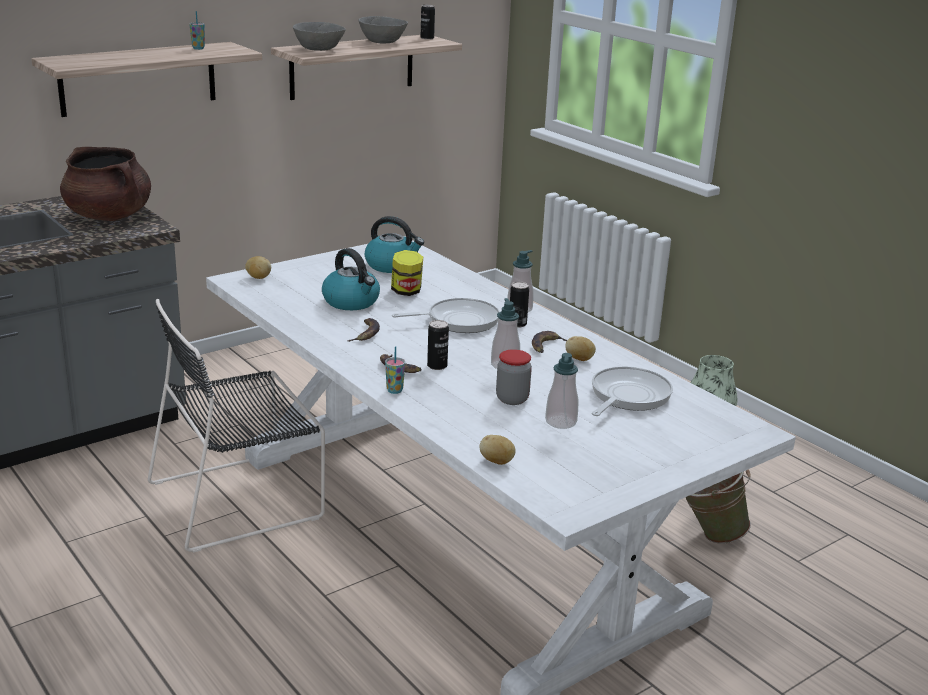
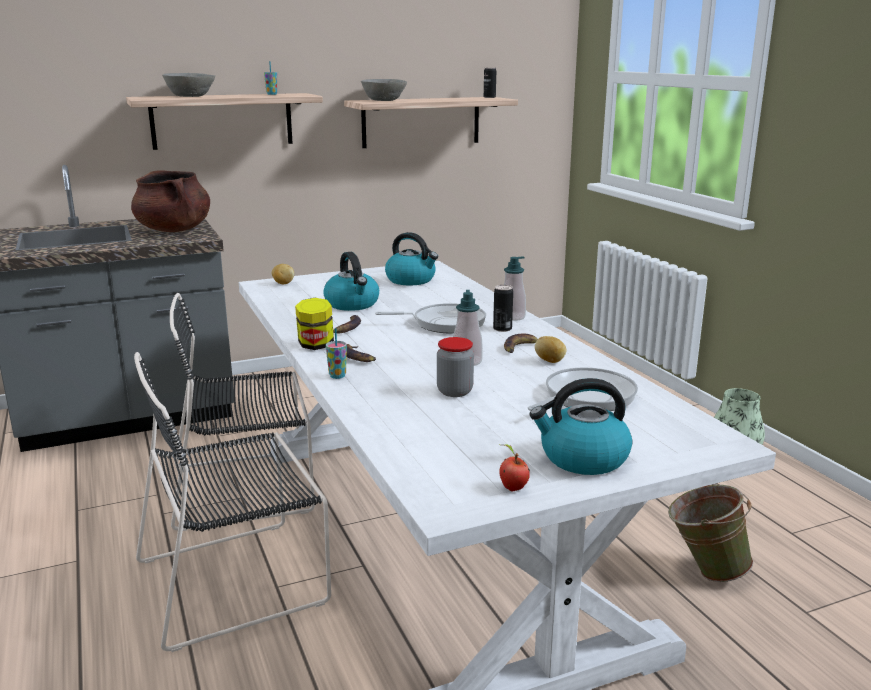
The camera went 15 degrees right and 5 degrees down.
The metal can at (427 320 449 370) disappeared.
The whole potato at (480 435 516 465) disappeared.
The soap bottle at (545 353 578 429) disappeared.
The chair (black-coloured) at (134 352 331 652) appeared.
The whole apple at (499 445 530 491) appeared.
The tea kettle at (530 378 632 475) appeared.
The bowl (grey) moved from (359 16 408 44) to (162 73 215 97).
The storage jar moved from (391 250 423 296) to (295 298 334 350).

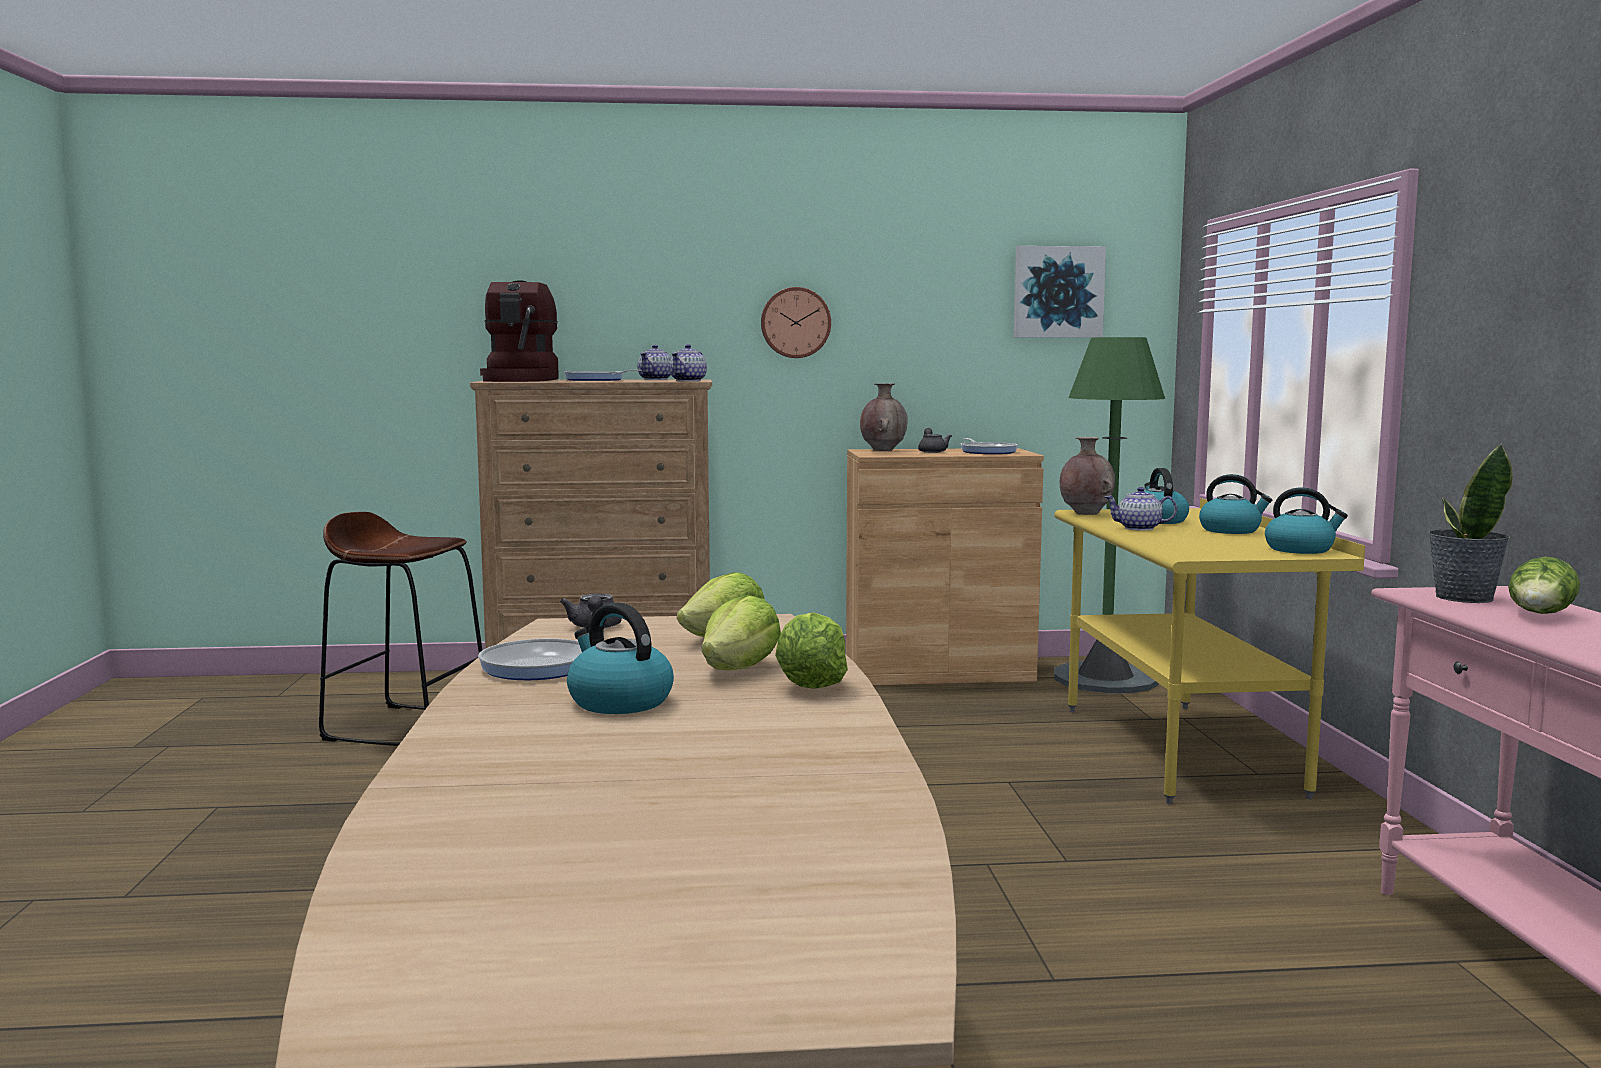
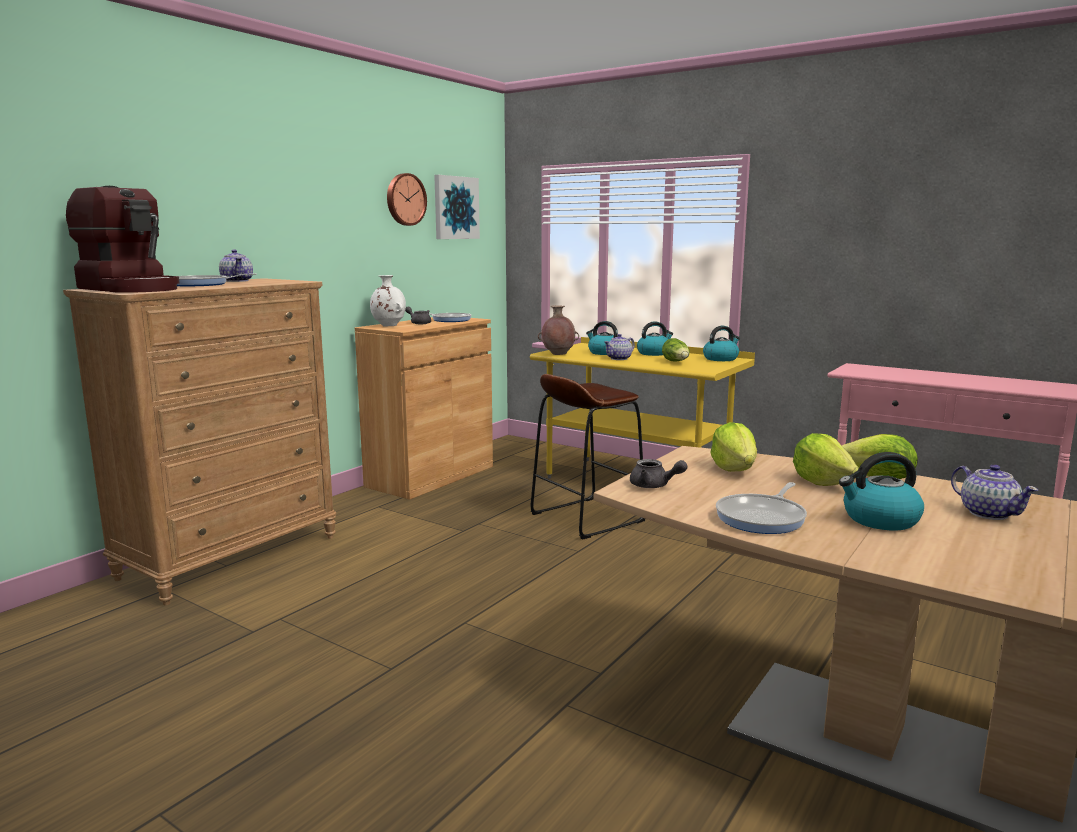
The camera went 50 degrees left and 5 degrees up.
The standard lamp (greenish) at (1054 337 1165 693) disappeared.
The potted plant at (1428 443 1513 603) disappeared.
The sitting stool (brown-coloured) moved from (319 512 482 746) to (531 374 645 539).
The tea pot moved from (670 344 707 381) to (951 464 1038 520).
The clock on the wall moved from (761 287 831 358) to (387 173 427 226).
The lettuce moved from (1508 557 1580 614) to (662 338 690 362).
The decorative vase (brown-coloured) at (860 383 908 451) became the decorative vase (white) at (370 275 406 326).

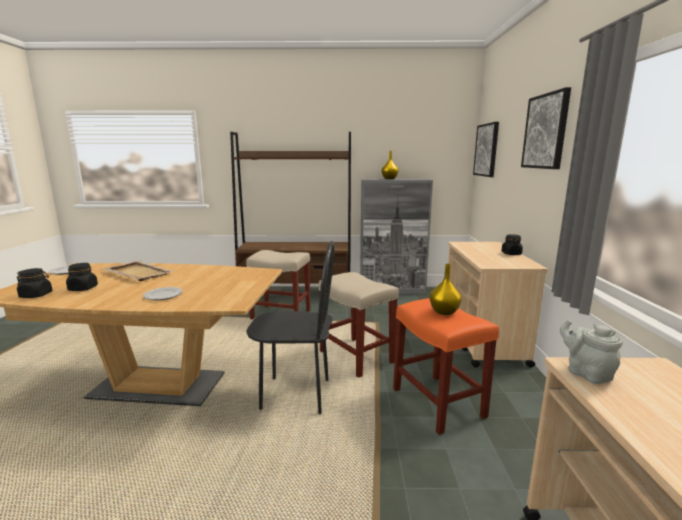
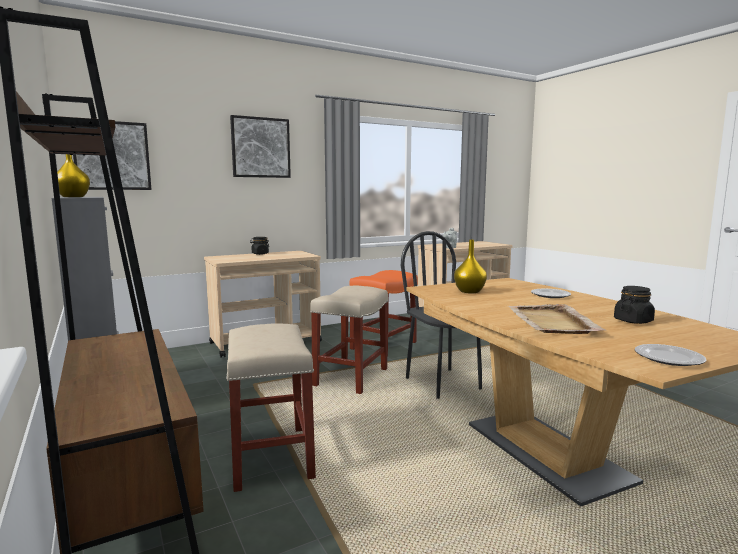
The camera went 120 degrees left and 5 degrees down.
The storage jar (black-coloured) at (17 268 53 298) disappeared.
The decorative vase (yellow-coloured) moved from (430 264 462 315) to (454 239 487 293).

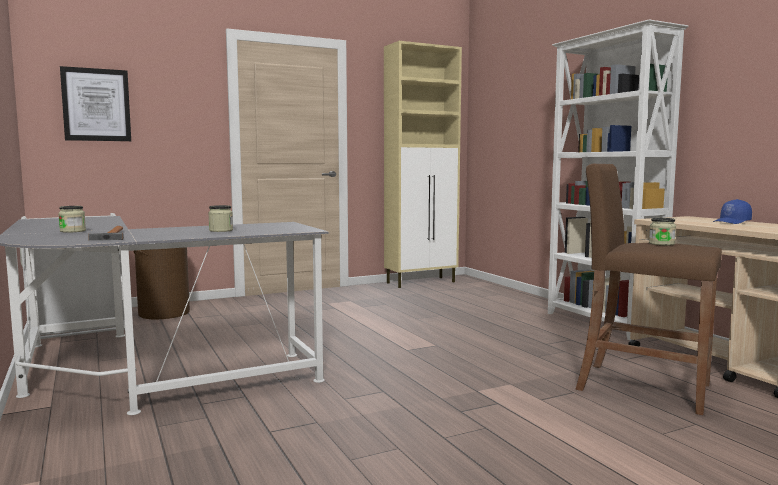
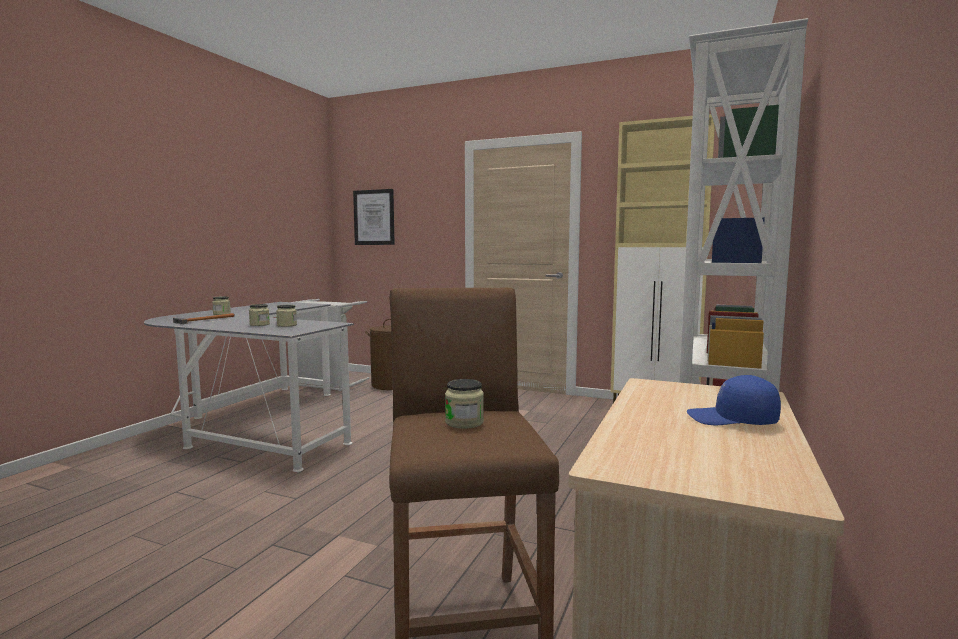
The camera went 50 degrees right and 0 degrees up.
The storage jar at (276 305 297 327) appeared.

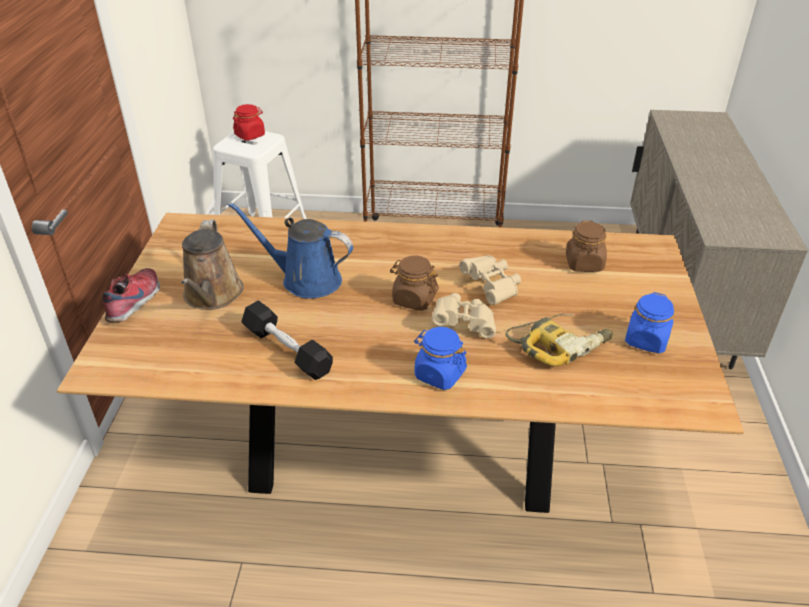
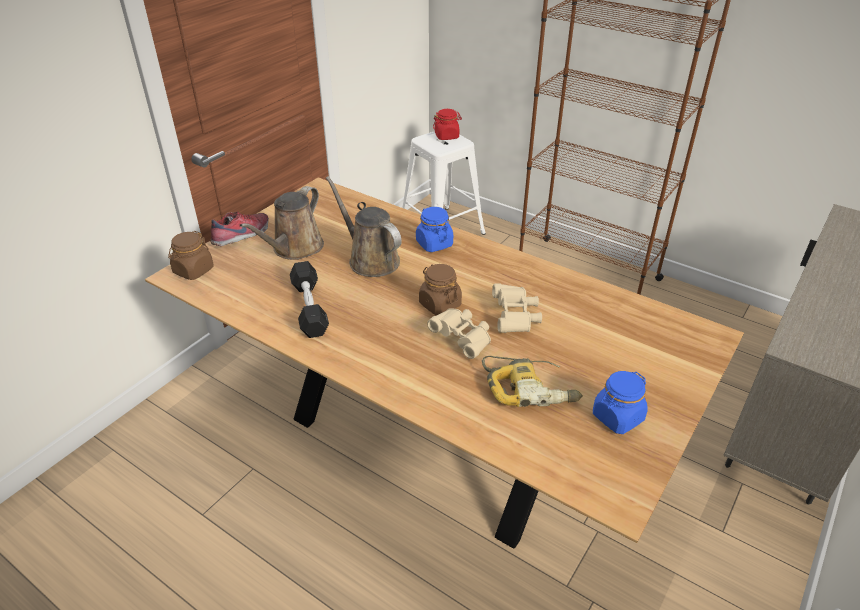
The camera went 30 degrees right and 0 degrees up.
The storage jar (blue) moved from (414 327 467 390) to (416 207 453 252).
The storage jar (brown-coloured) moved from (566 220 607 272) to (168 231 214 280).
The sprinkling can (blue) at (227 202 353 299) became the sprinkling can (brown-coloured) at (326 176 402 277).

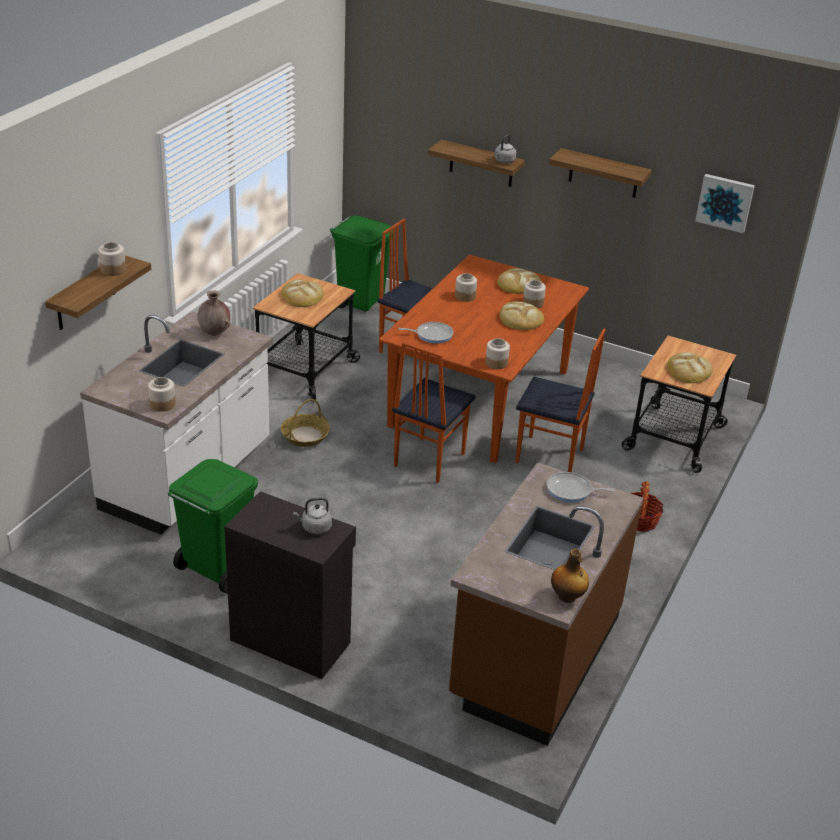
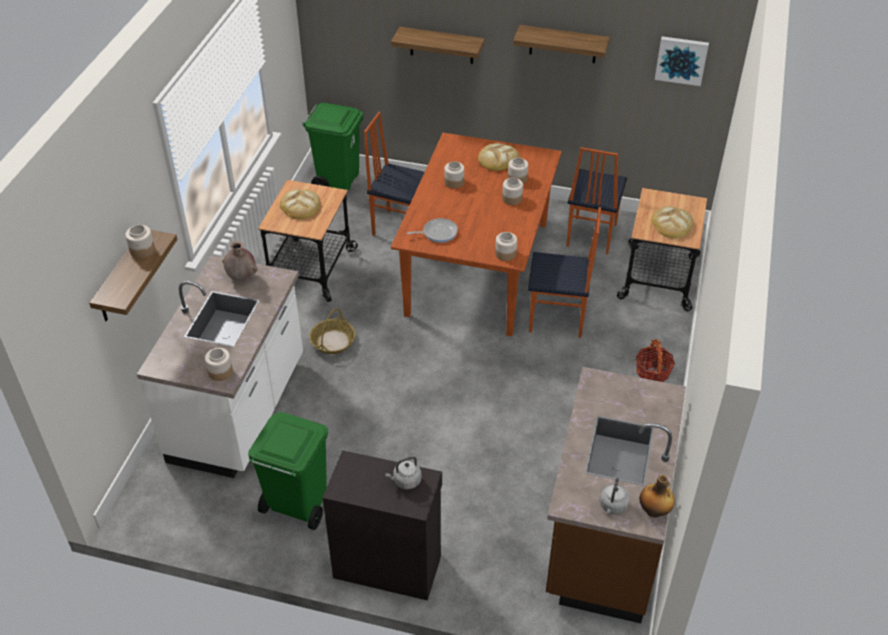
The camera went 10 degrees left and 10 degrees up.
The pan at (547 472 615 503) disappeared.
The chair moved from (392 342 475 483) to (567 147 627 255).
The tea kettle (grey) moved from (495 134 516 163) to (599 478 629 514).
The bakery bread at (500 301 544 330) was replaced by the storage jar at (502 178 523 205).

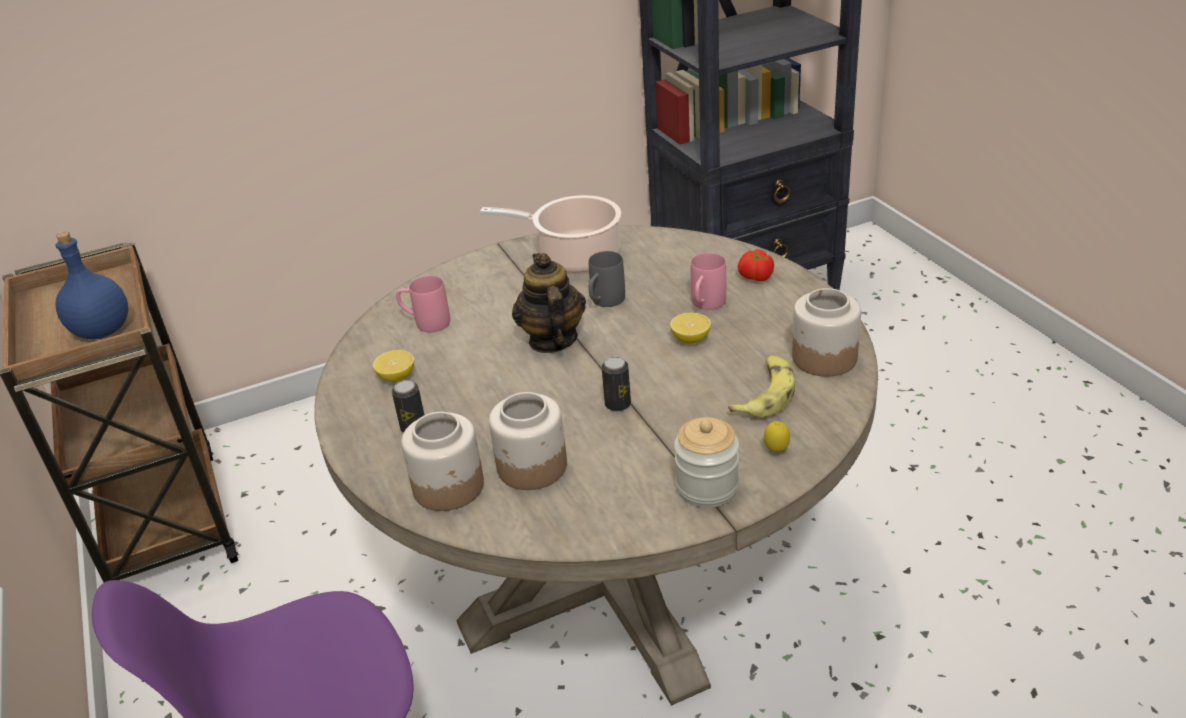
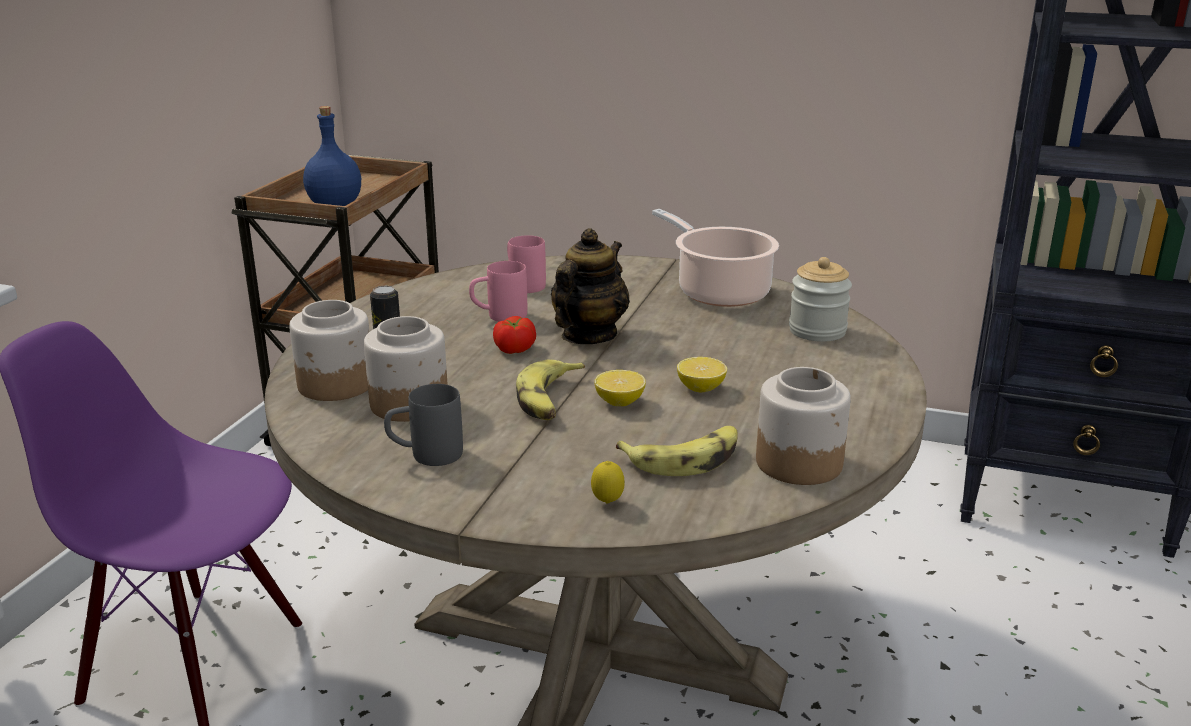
The camera went 40 degrees right and 10 degrees down.
The citrus fruit moved from (373 350 414 382) to (595 370 646 406).
The coffee mug (grey) moved from (588 251 625 307) to (384 384 463 466).
The storage jar moved from (674 417 739 508) to (789 257 852 342).
The coffee mug (pink) moved from (691 253 726 310) to (469 261 527 322).
The fresh tomato moved from (738 249 774 281) to (493 316 536 354).
The metal can at (602 357 631 411) was replaced by the banana fruit at (516 359 585 420).

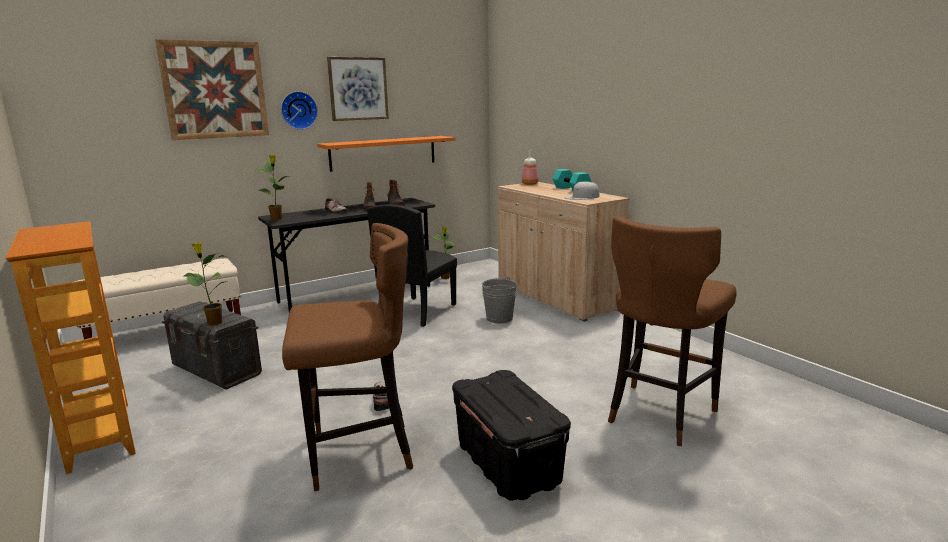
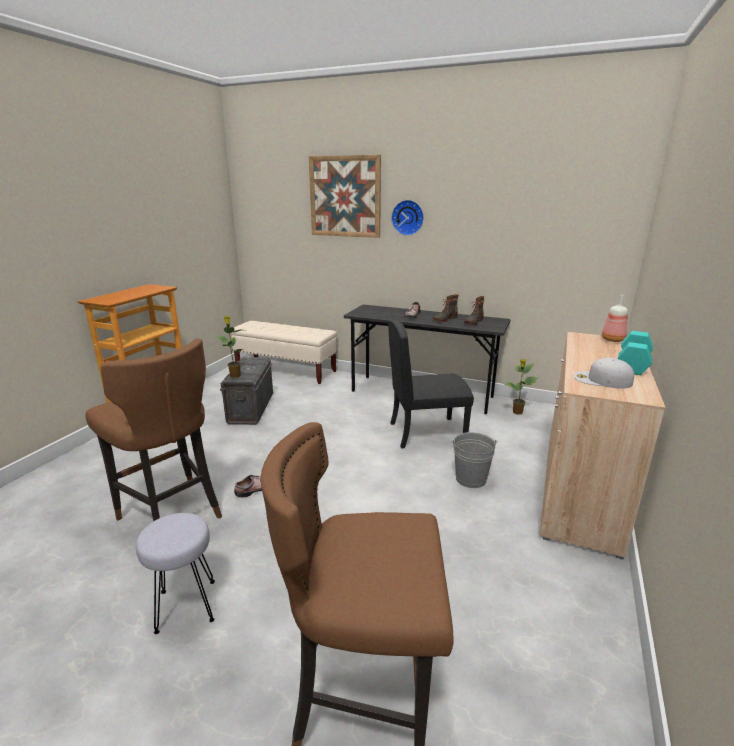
The camera went 55 degrees right and 5 degrees up.
The potted plant at (254 155 290 220) disappeared.
The bracket shelf (orange) at (317 136 455 172) disappeared.
The picture at (327 57 389 121) disappeared.
The storage box (black-coloured) at (452 370 571 501) was replaced by the sitting stool (grey) at (136 513 215 634).

